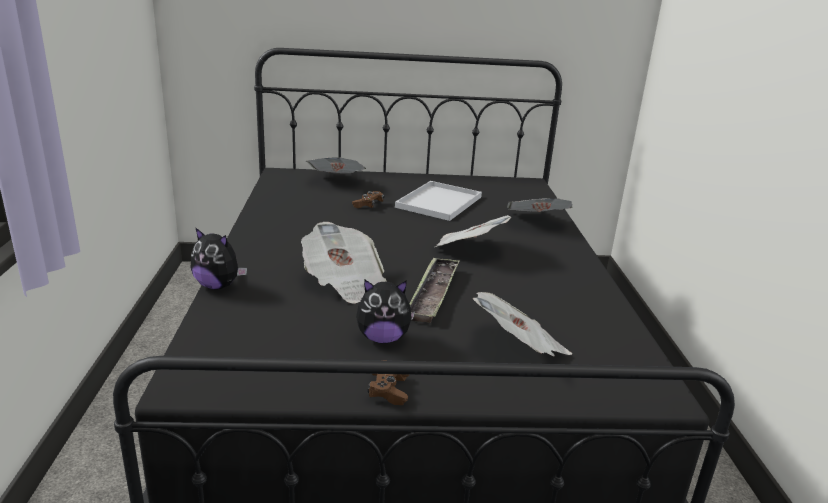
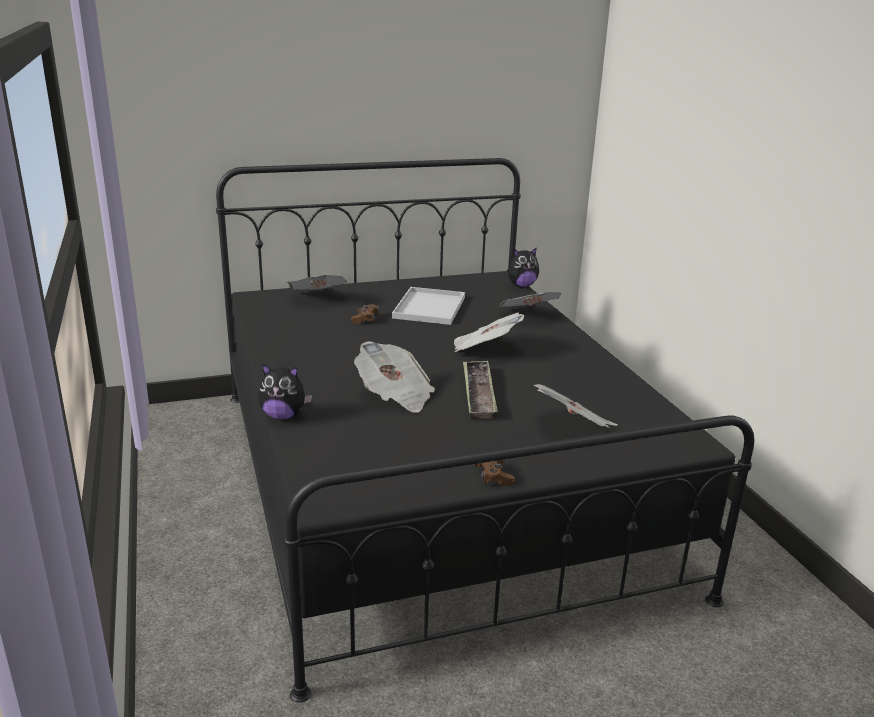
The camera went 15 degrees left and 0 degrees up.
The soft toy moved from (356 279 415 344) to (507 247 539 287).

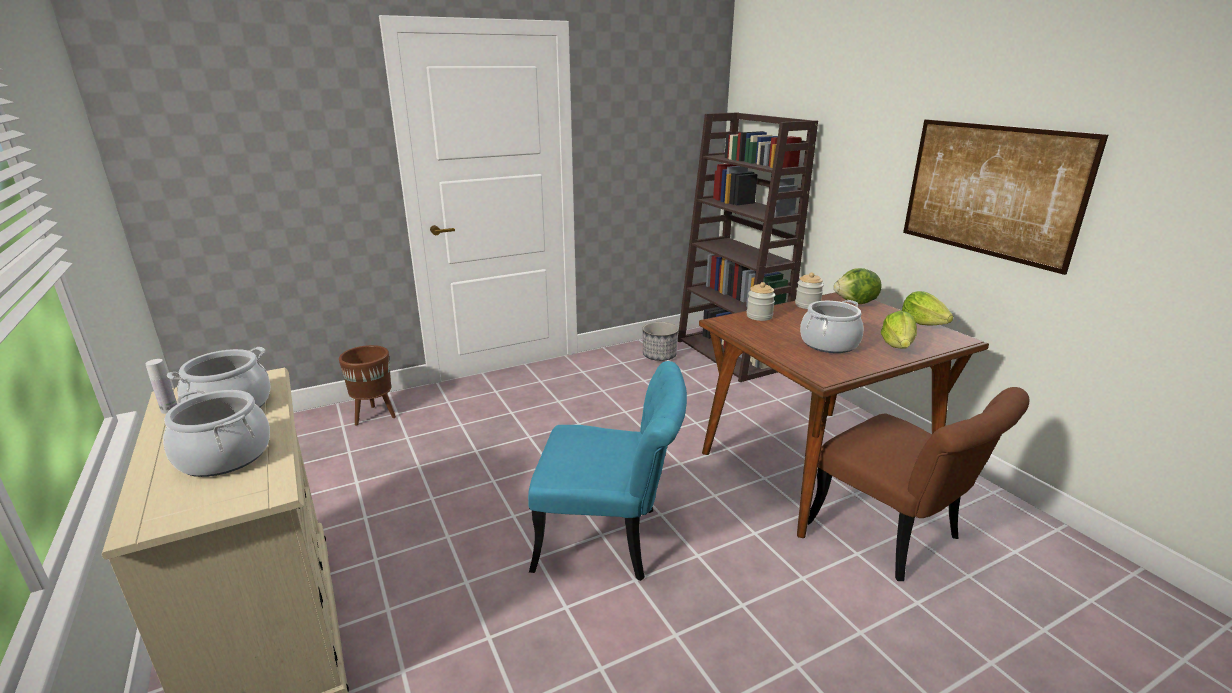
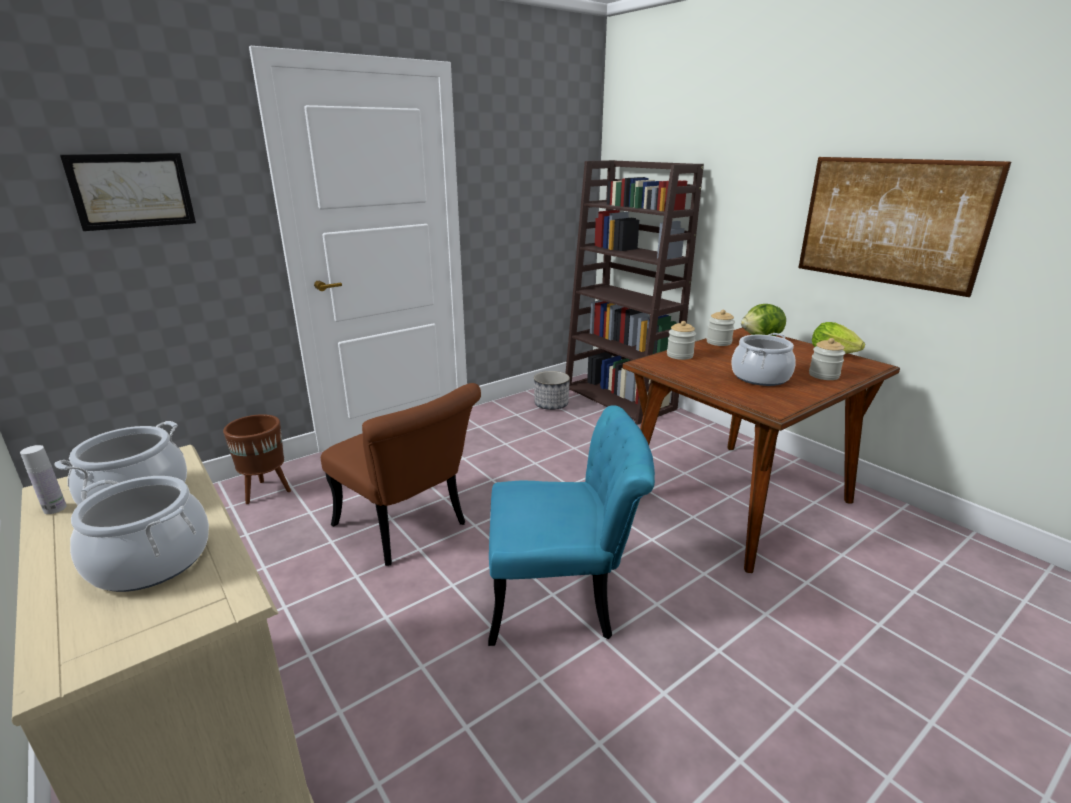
The camera went 10 degrees left and 0 degrees up.
The picture at (60 153 196 231) appeared.
The chair (brown-coloured) moved from (808 387 1030 581) to (321 383 481 566).
The lettuce at (881 311 917 348) was replaced by the storage jar at (809 338 845 380).

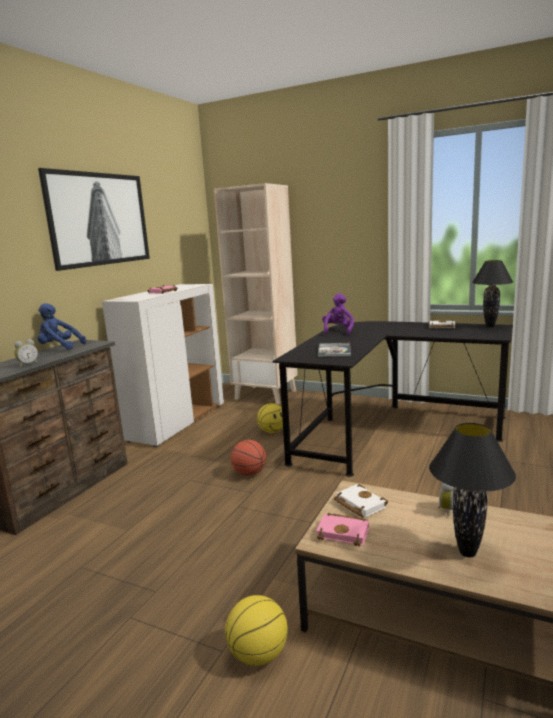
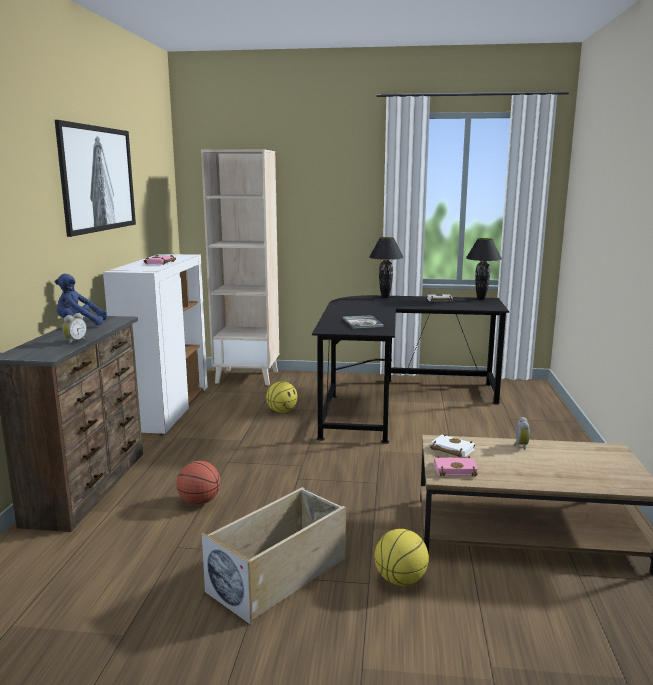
The camera went 20 degrees left and 0 degrees up.
The soft toy (purple-coloured) at (322 293 354 335) disappeared.
The storage box (sand-coloured) at (201 487 346 625) appeared.
The basketball ball moved from (231 440 266 476) to (176 461 221 505).
The table lamp (black-coloured) moved from (429 423 516 557) to (369 237 404 298).

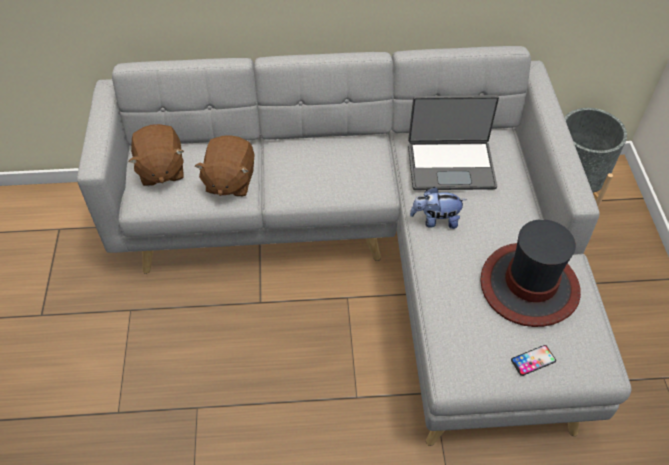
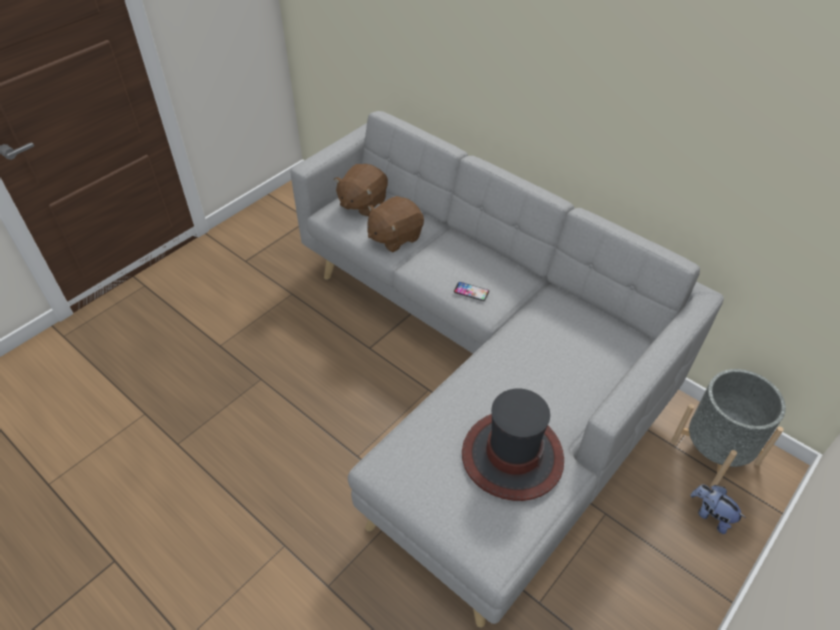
The camera went 45 degrees right and 5 degrees down.
The laptop at (408 95 499 190) disappeared.
The soft toy moved from (410 187 467 229) to (690 484 746 534).
The telephone moved from (511 345 556 376) to (454 282 489 301).

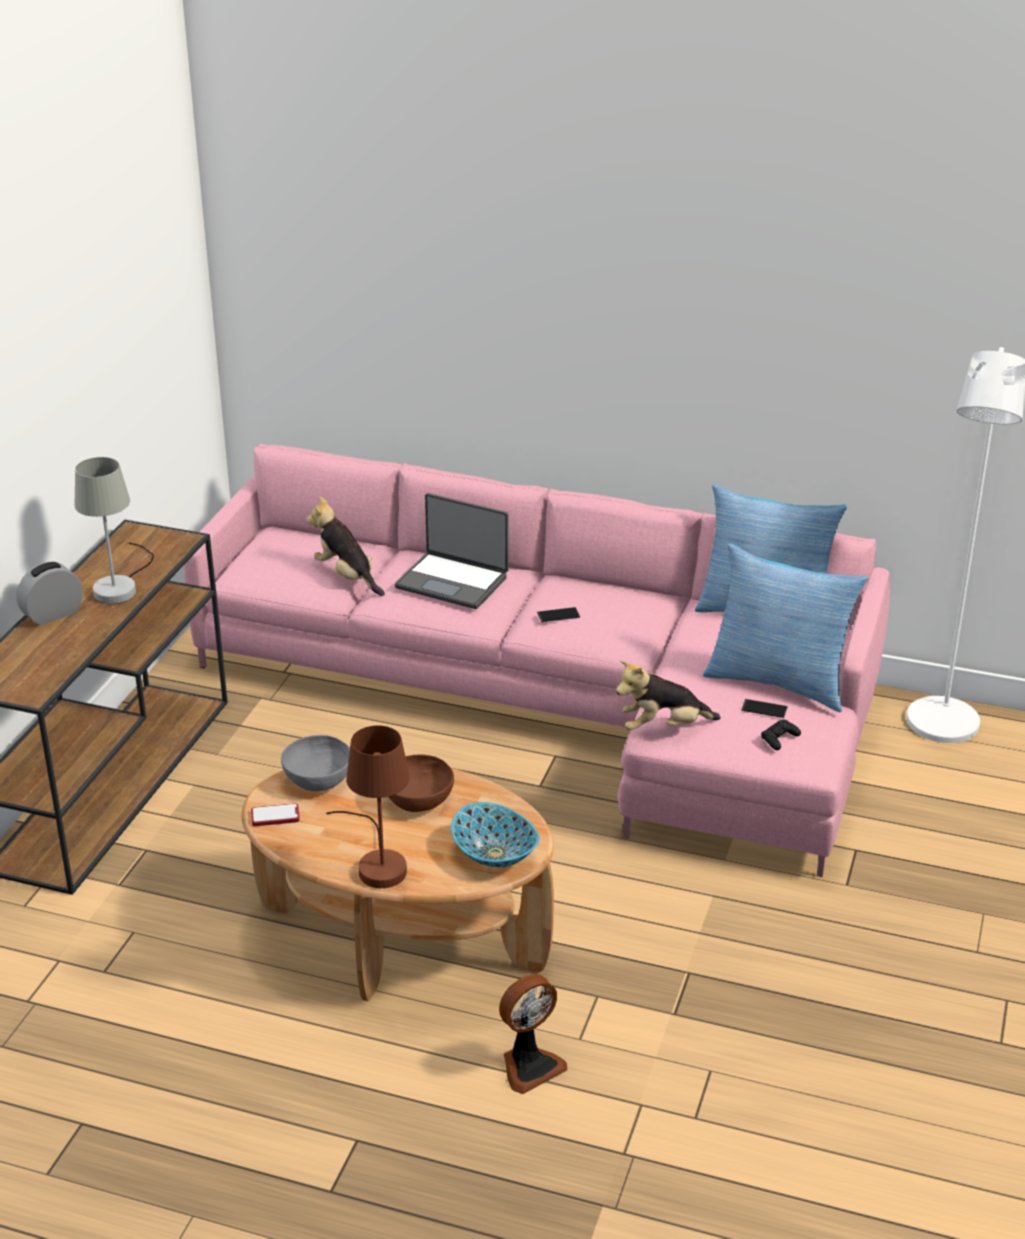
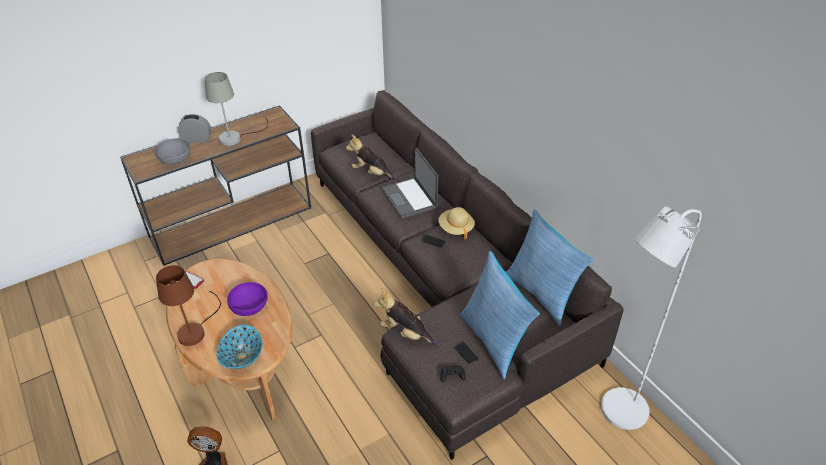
The camera went 40 degrees right and 10 degrees up.
The wearable hat (sand-coloured) at (438 207 475 239) appeared.
The bowl (grey) moved from (281 735 350 792) to (155 138 190 165).
The couch (pink) at (184 444 890 877) became the couch (grey) at (311 90 624 460).
The bowl (brown-coloured) at (388 754 454 812) became the bowl (purple-coloured) at (227 282 268 316).
The soft toy at (306 496 385 596) turned 60 degrees counterclockwise.

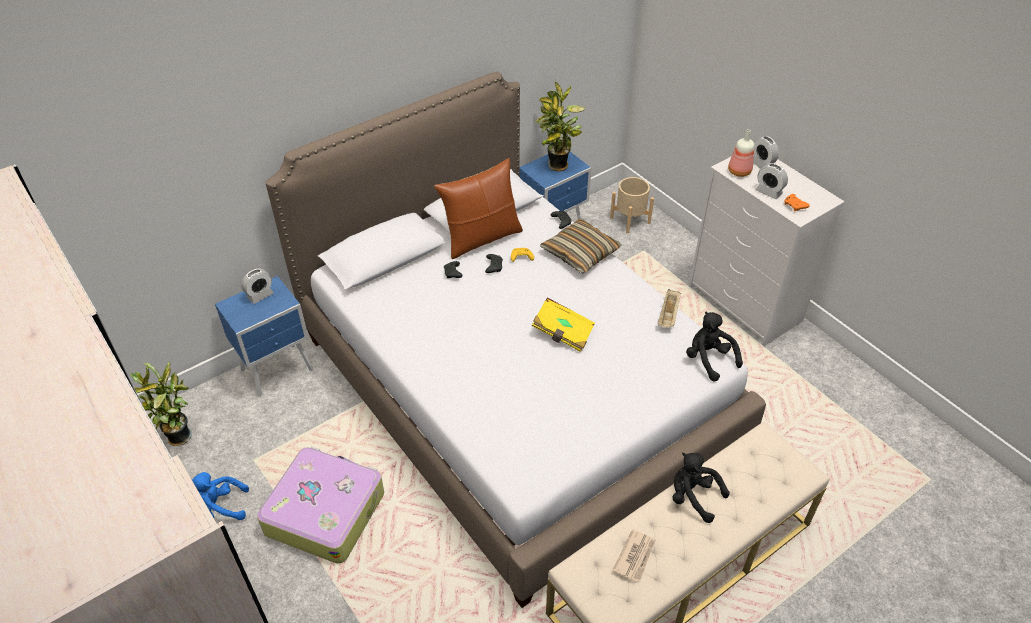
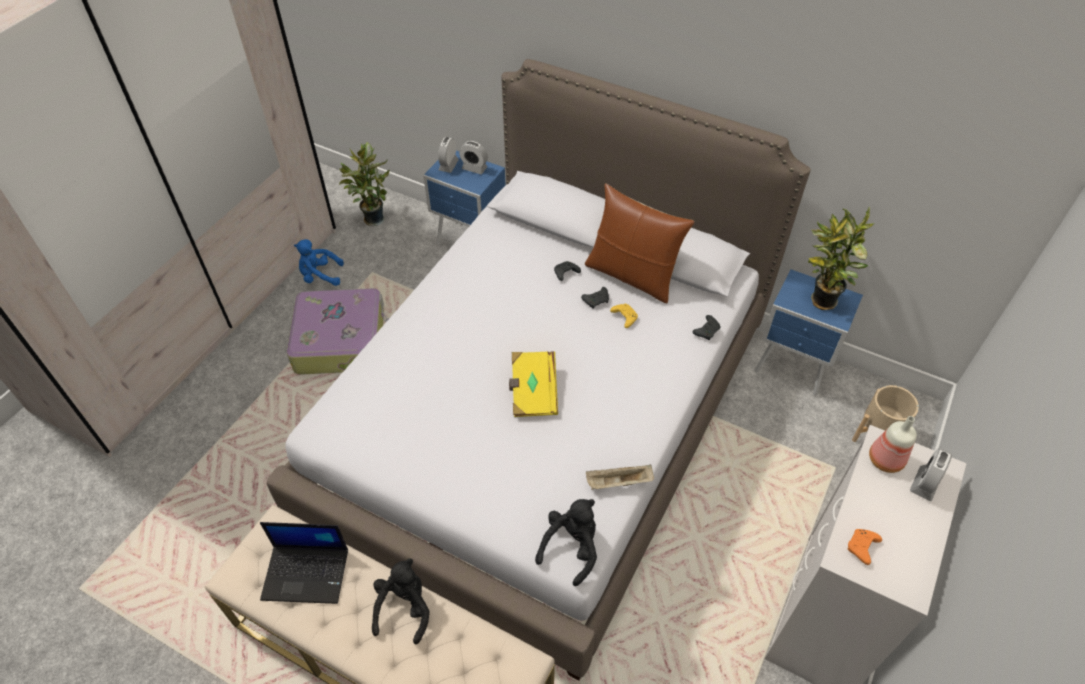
The camera went 65 degrees right and 5 degrees up.
The throw pillow at (540 218 622 274) disappeared.
The table clock moved from (756 163 788 199) to (438 137 459 173).
The newspaper at (612 529 655 582) was replaced by the laptop at (260 522 348 604).
The soft toy (blue) at (192 472 249 520) turned 60 degrees counterclockwise.

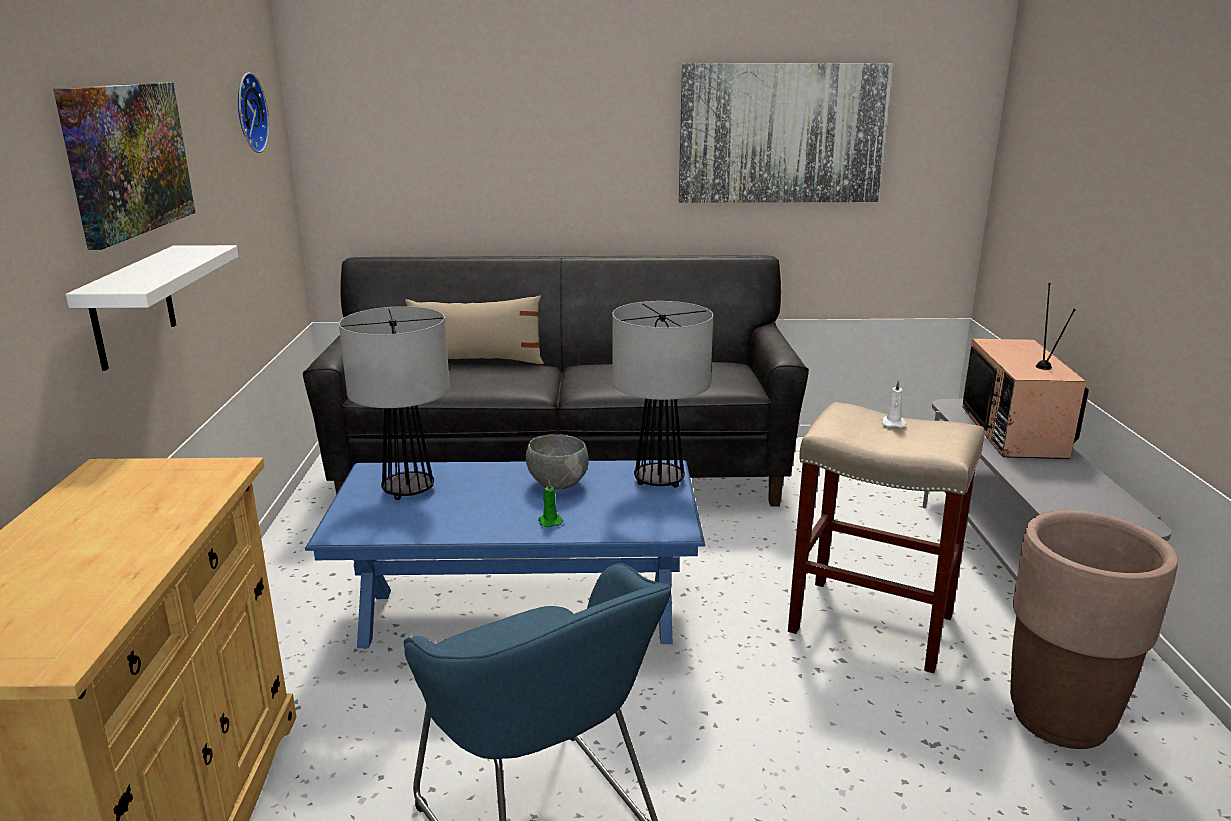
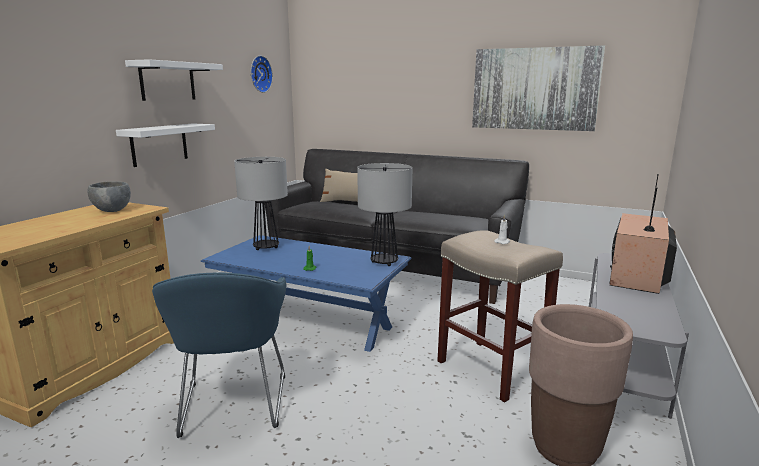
The camera went 25 degrees right and 5 degrees down.
The bowl (grey) moved from (526 434 589 490) to (88 181 131 212).
The picture at (53 82 195 250) was replaced by the bracket shelf (white) at (125 59 223 101).

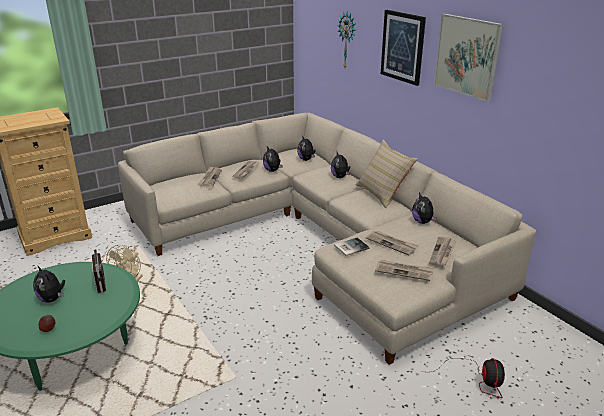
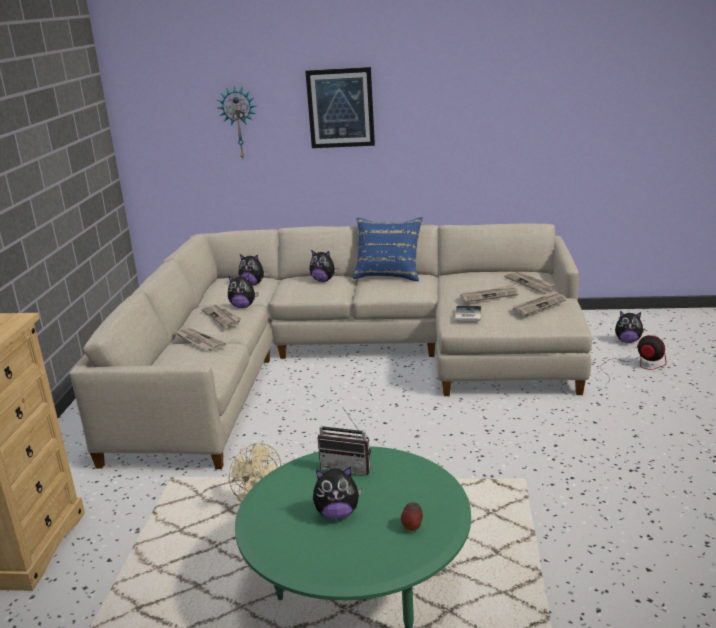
The camera went 50 degrees left and 5 degrees down.
The picture at (434 14 503 102) disappeared.
The soft toy moved from (412 193 437 224) to (615 311 645 343).
The throw pillow (sand-coloured) at (356 140 418 208) became the throw pillow (blue) at (353 217 423 281).

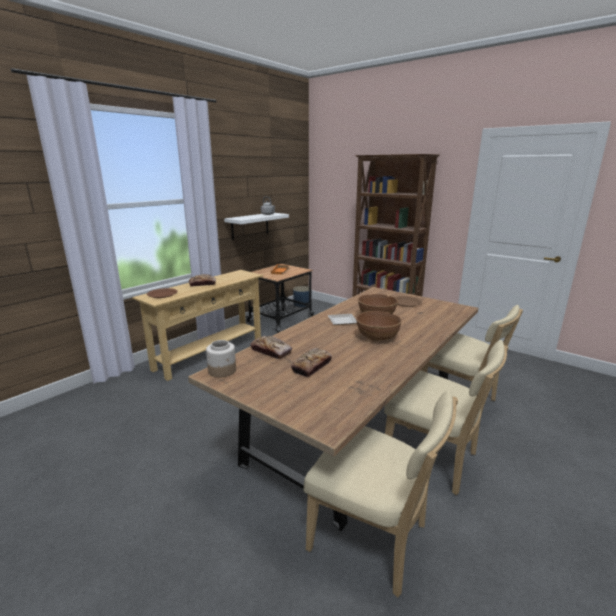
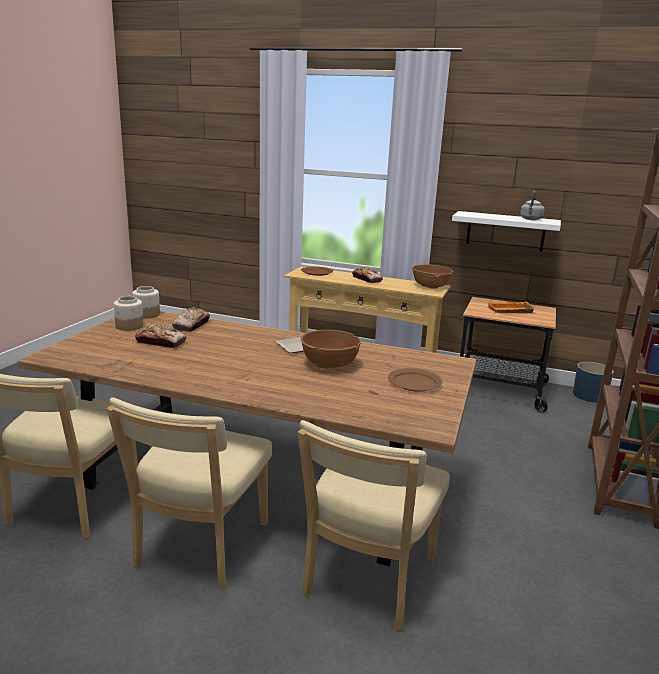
The camera went 70 degrees right and 0 degrees up.
The storage jar at (114 296 144 331) appeared.
The bowl (brown-coloured) moved from (356 311 402 341) to (412 264 453 289).

